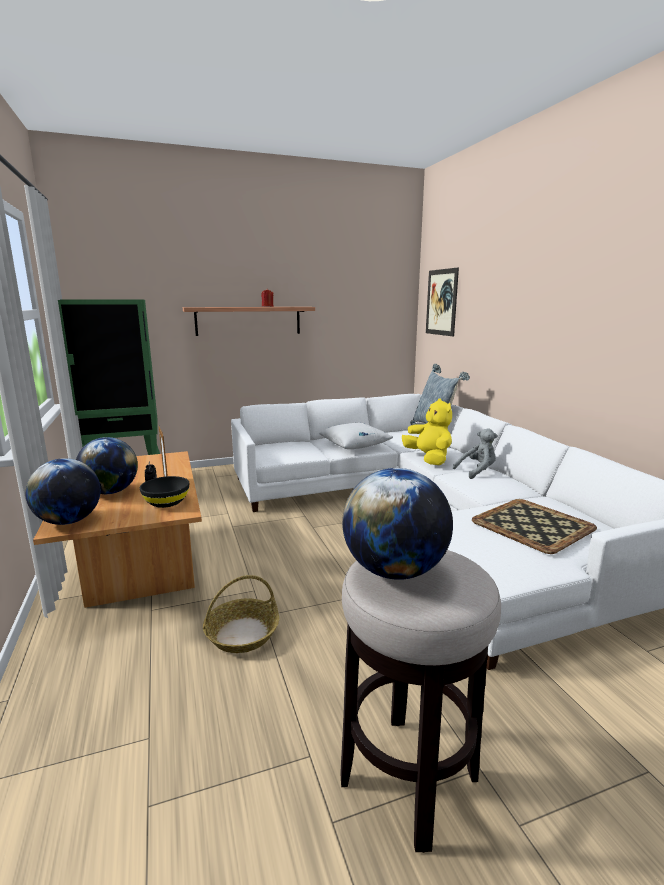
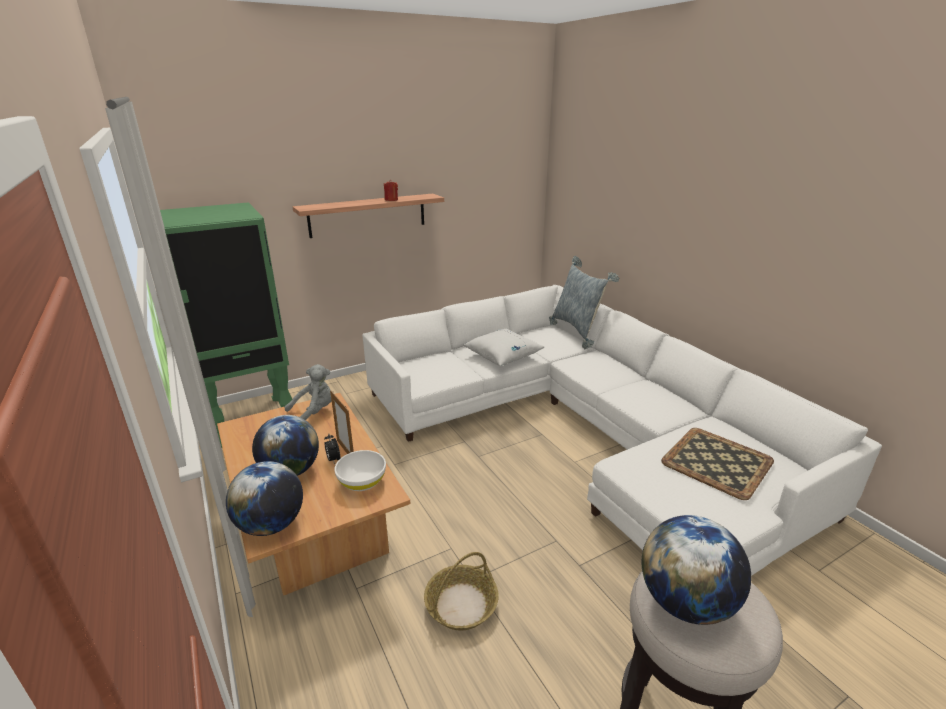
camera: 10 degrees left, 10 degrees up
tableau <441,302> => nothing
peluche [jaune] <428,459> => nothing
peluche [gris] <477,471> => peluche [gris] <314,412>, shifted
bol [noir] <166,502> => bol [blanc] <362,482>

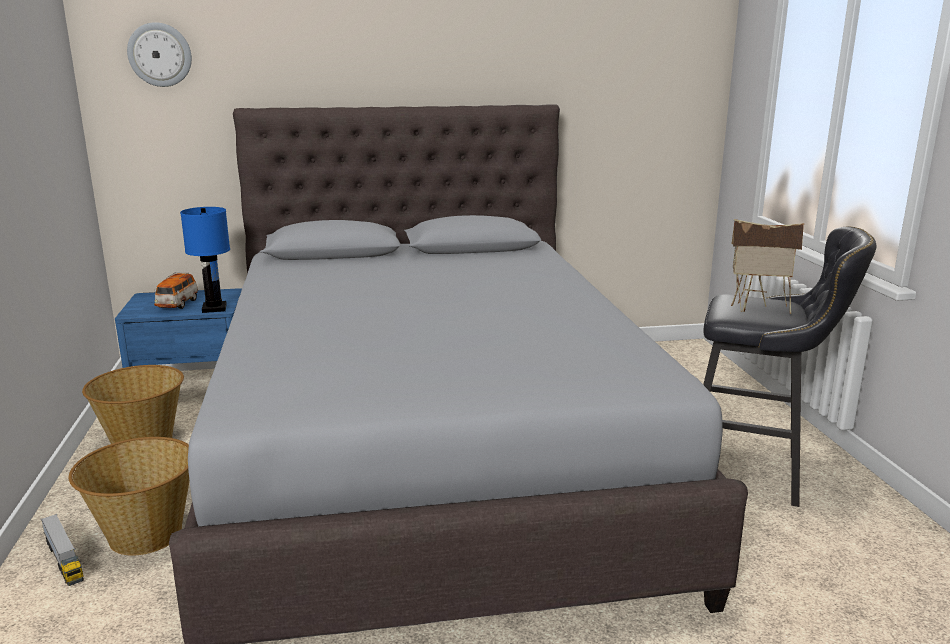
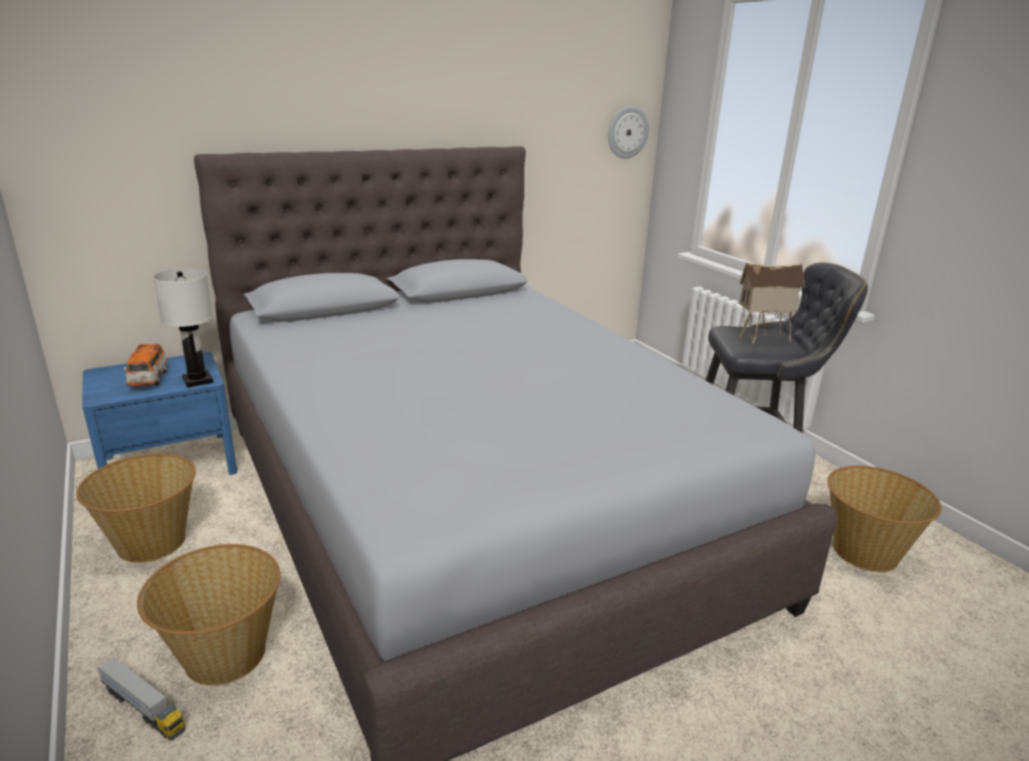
camera: 20 degrees left, 5 degrees up
horloge murale <160,55> => horloge murale <627,132>, shifted
lampe de table [bleu] <214,308> => lampe de table [blanc] <197,380>
nothing => panier <865,551>

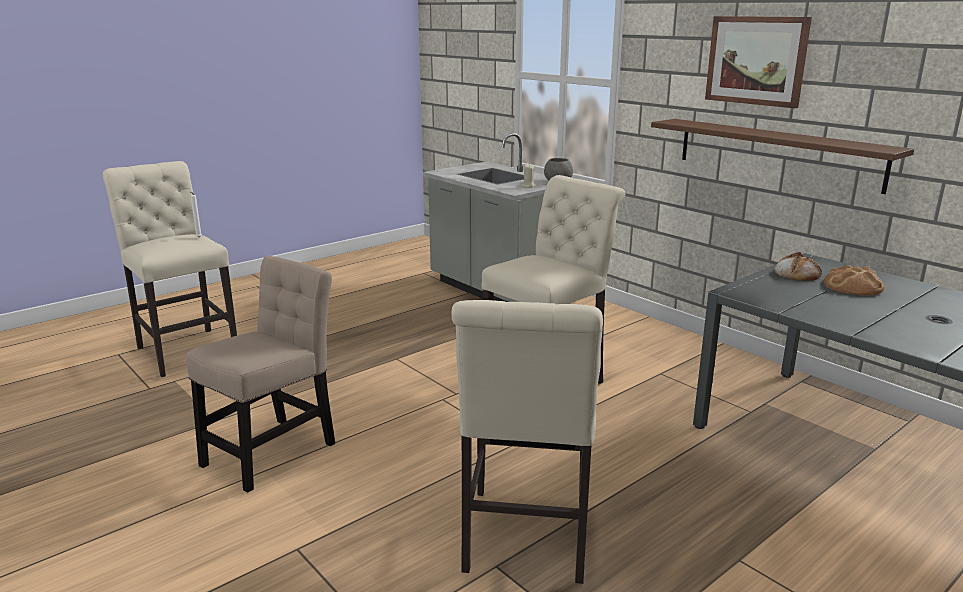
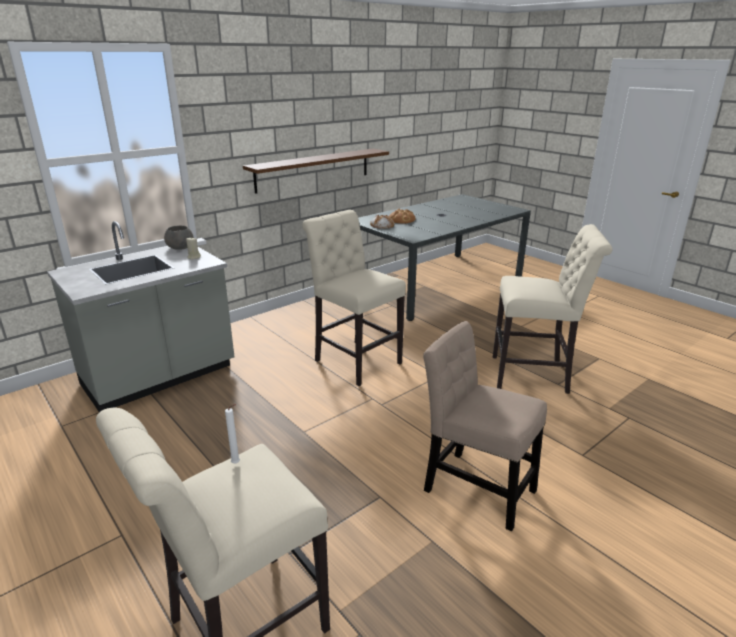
camera: 90 degrees left, 5 degrees up
tableau <756,60> => nothing

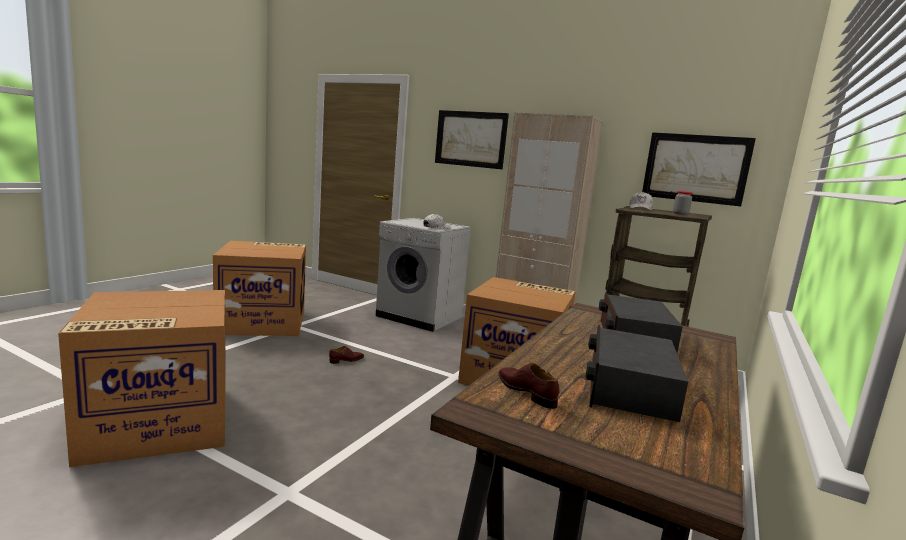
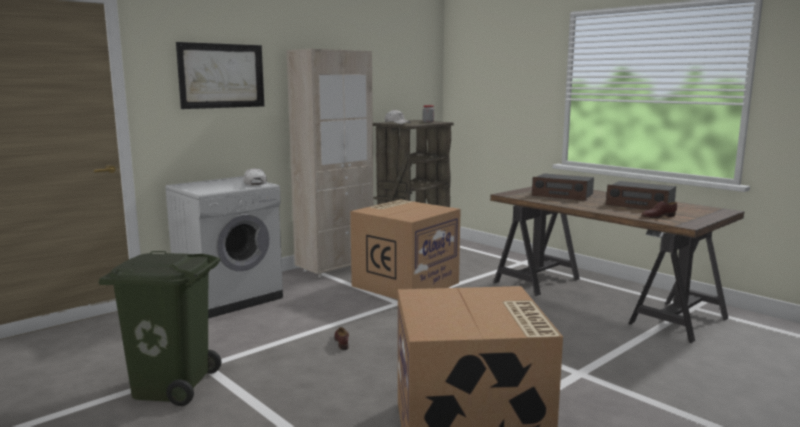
camera: 70 degrees left, 0 degrees up
tableau <695,168> => nothing
carton <264,322> => poubelle [vert] <172,385>

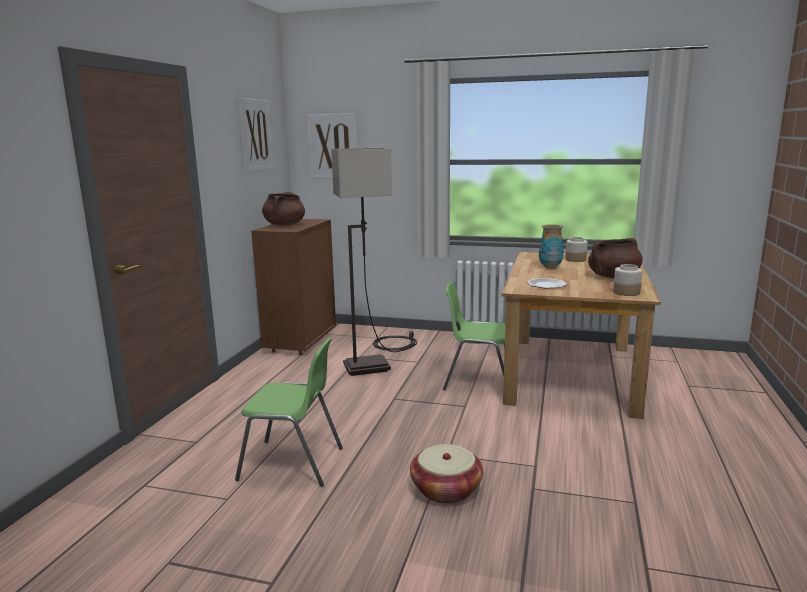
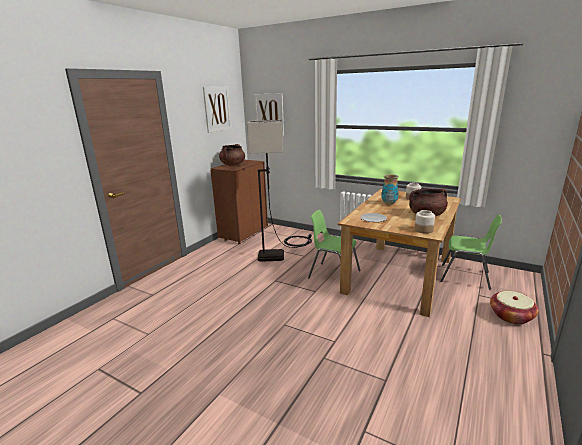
camera: 15 degrees right, 5 degrees up
chaise [vert] <293,464> => chaise [vert] <465,277>, shifted
panier <446,490> => panier <511,316>, shifted

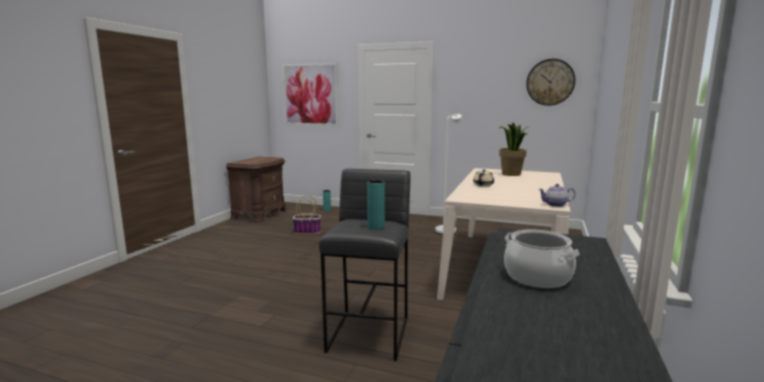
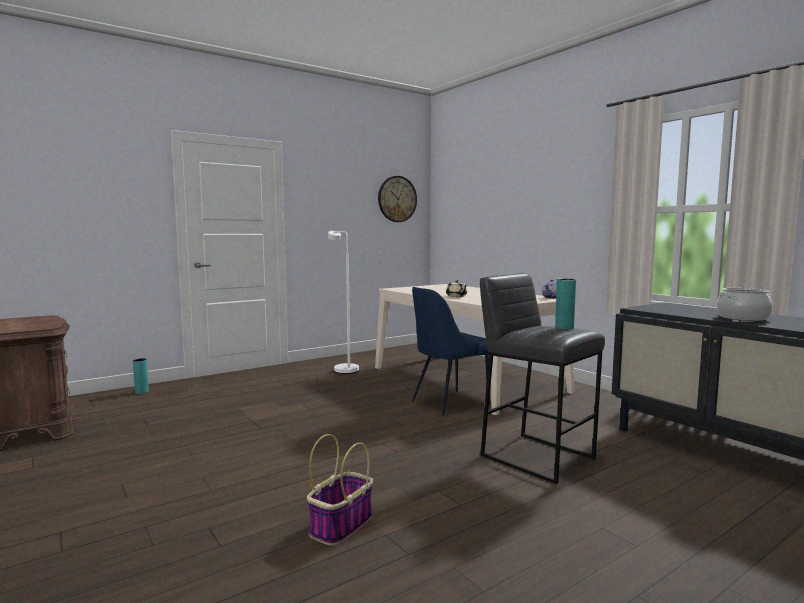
camera: 55 degrees left, 5 degrees down
tableau <310,95> => nothing
plante en pot <511,174> => nothing
panier <308,231> => panier <341,525>, shifted
nothing => chaise [bleu] <450,403>

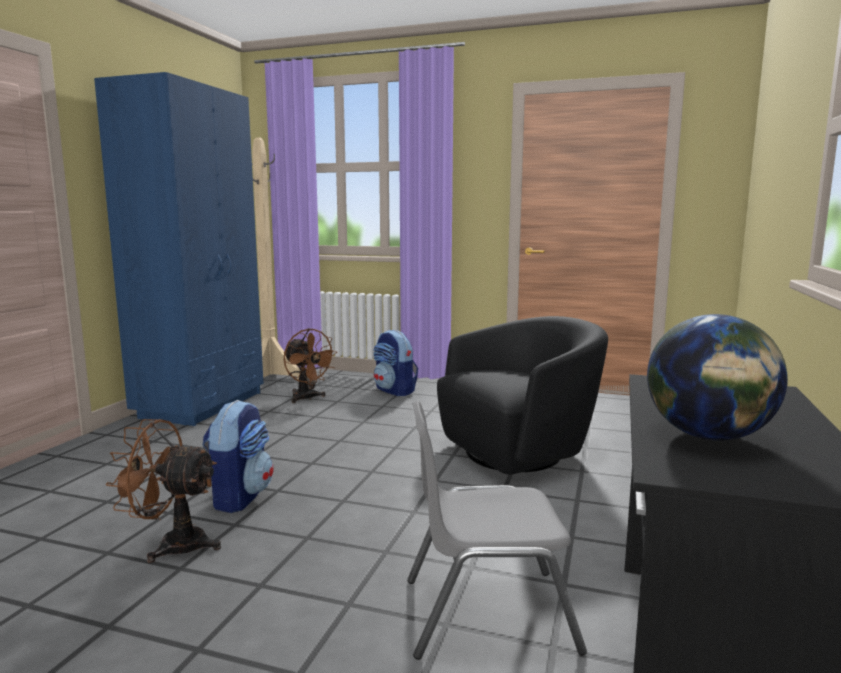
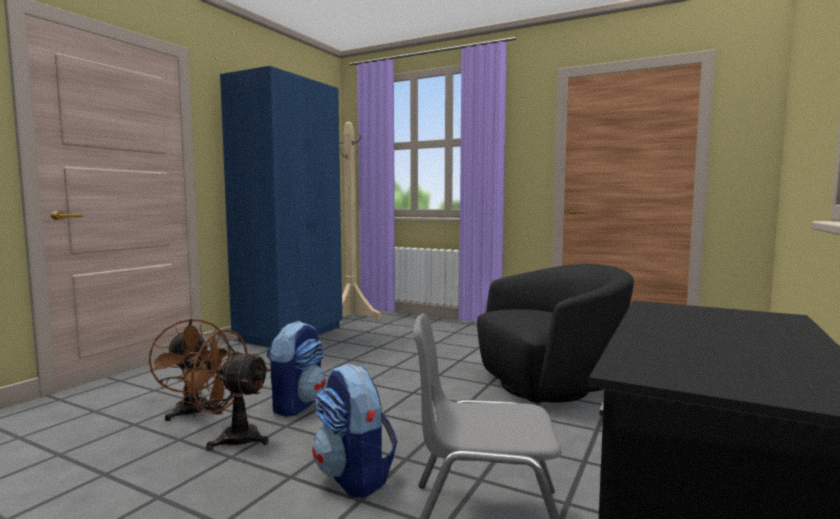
camera: 10 degrees right, 5 degrees down
globe <709,436> => nothing
ventilateur [marron] <307,398> => ventilateur [marron] <193,413>, shifted
sac à dos <395,391> => sac à dos <354,477>, shifted

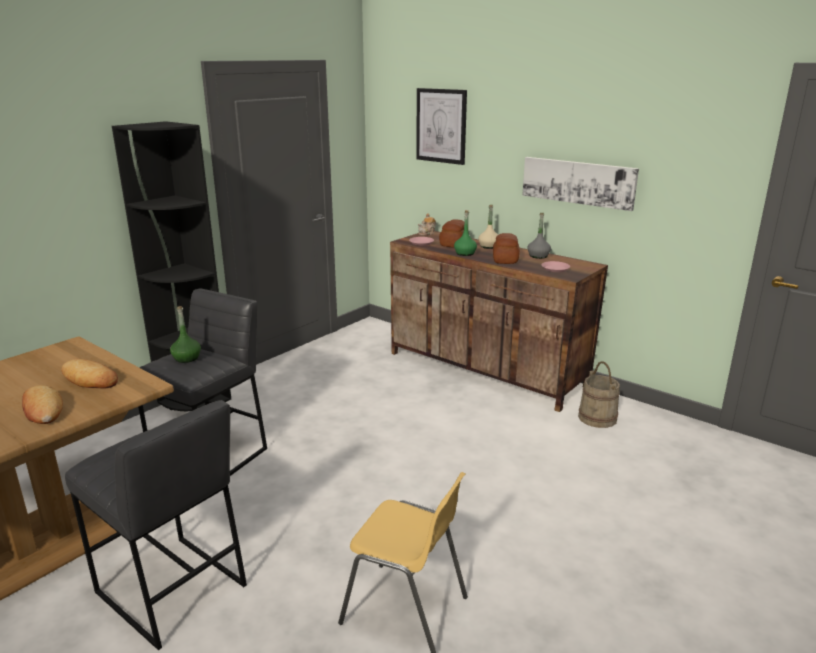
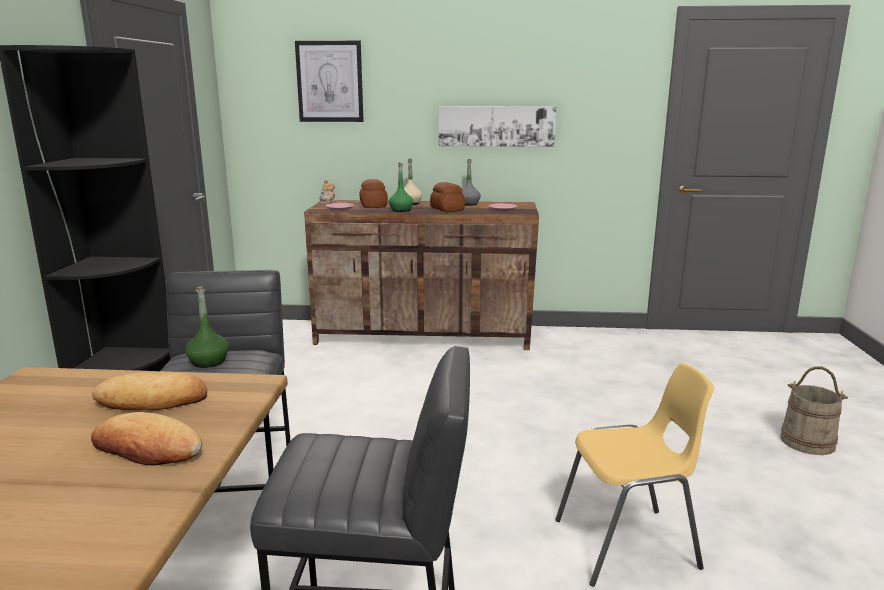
camera: 35 degrees left, 5 degrees down
seau [beige] <597,418> => seau [beige] <807,441>, shifted

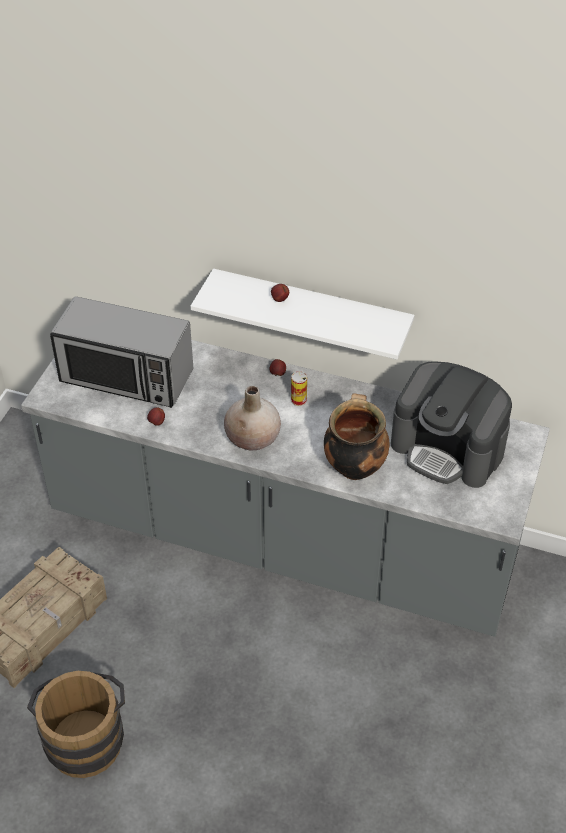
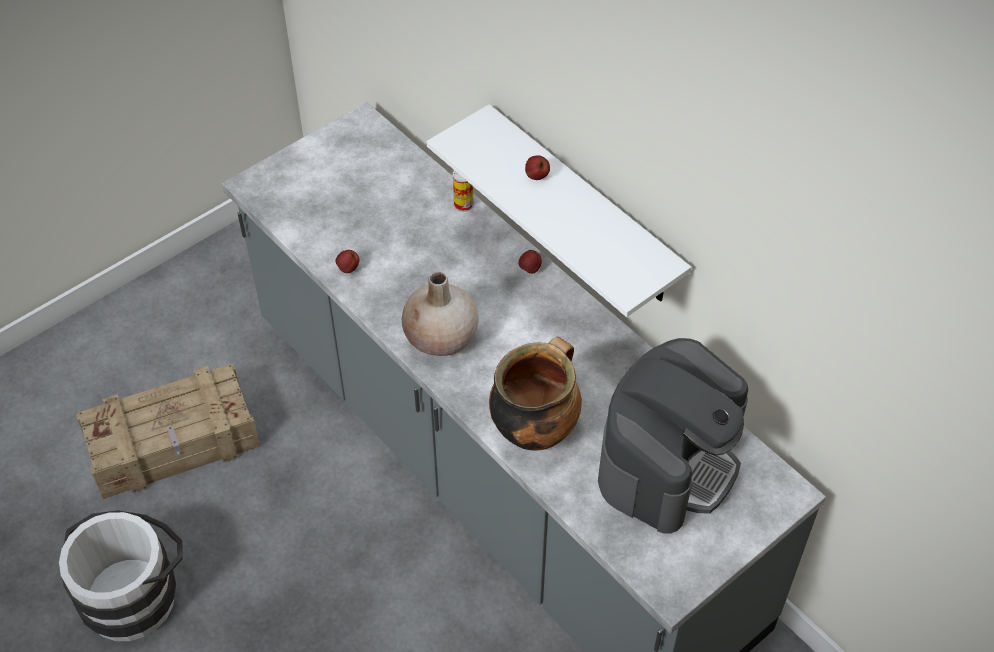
camera: 30 degrees right, 5 degrees up
micro-ondes <126,376> => nothing
machine à café <448,448> => machine à café <669,461>, 120 degrees counterclockwise
boîte métallique <299,400> => boîte métallique <463,204>, shifted
seau [marron] <85,736> => seau [blanc] <135,592>

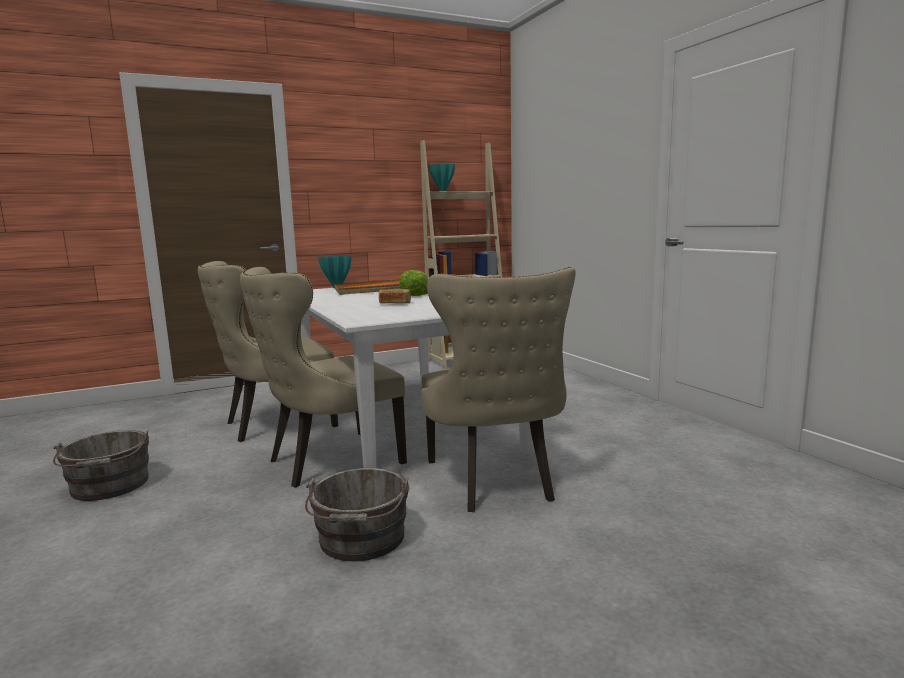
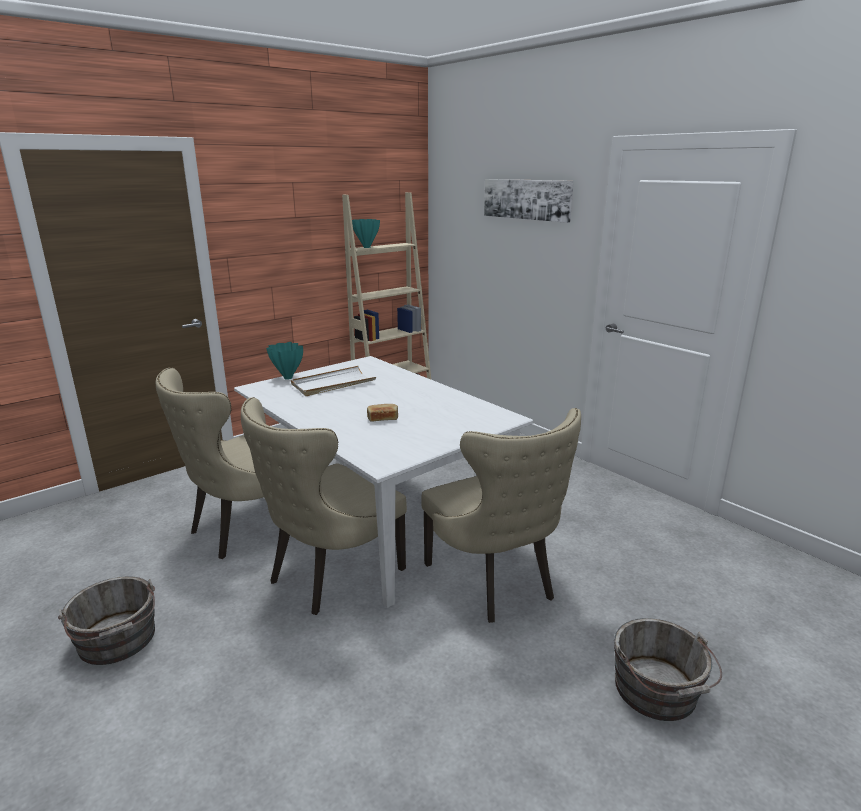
camera: 15 degrees left, 10 degrees up
laitue <413,295> => nothing
plateau [orange] <373,290> => plateau [blanc] <333,384>
seau [gris] <361,540> => seau [gris] <658,692>, shifted
nothing => tableau <527,199>

